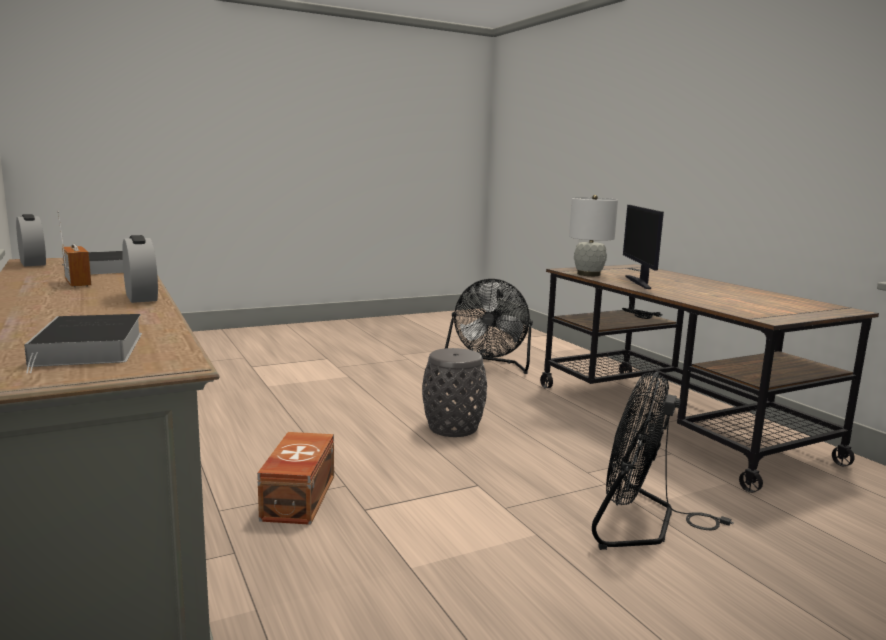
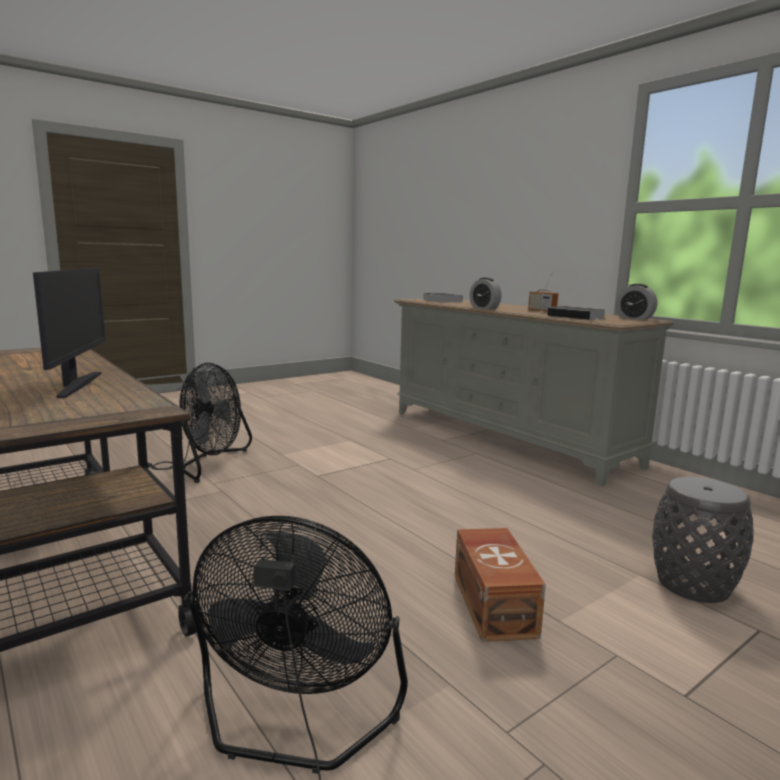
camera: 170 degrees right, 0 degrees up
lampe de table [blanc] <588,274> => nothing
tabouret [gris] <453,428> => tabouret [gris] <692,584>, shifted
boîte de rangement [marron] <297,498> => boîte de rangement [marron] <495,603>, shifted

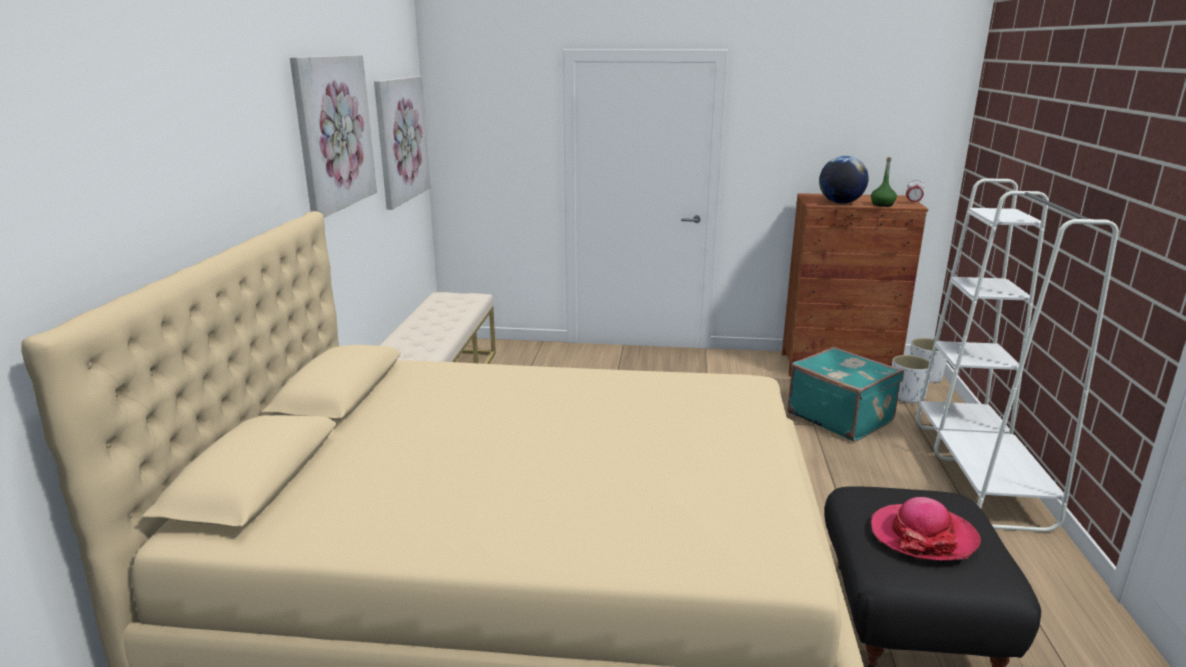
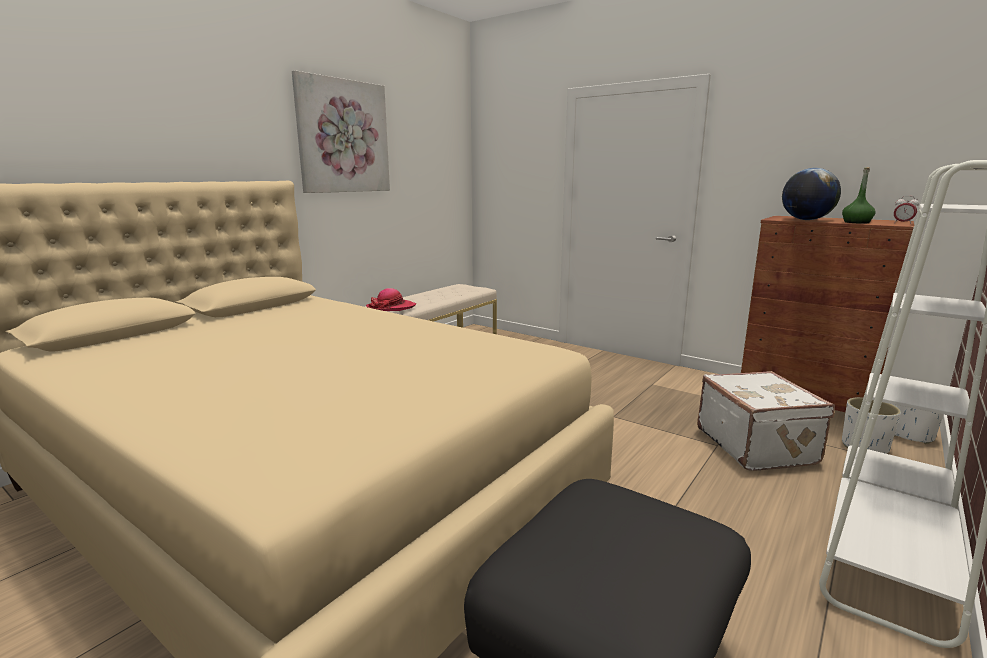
camera: 30 degrees right, 5 degrees down
tableau <401,139> => nothing
valise [turquoise] <840,417> => valise [blanc] <757,446>
chapeau <923,535> => chapeau <391,307>, shifted

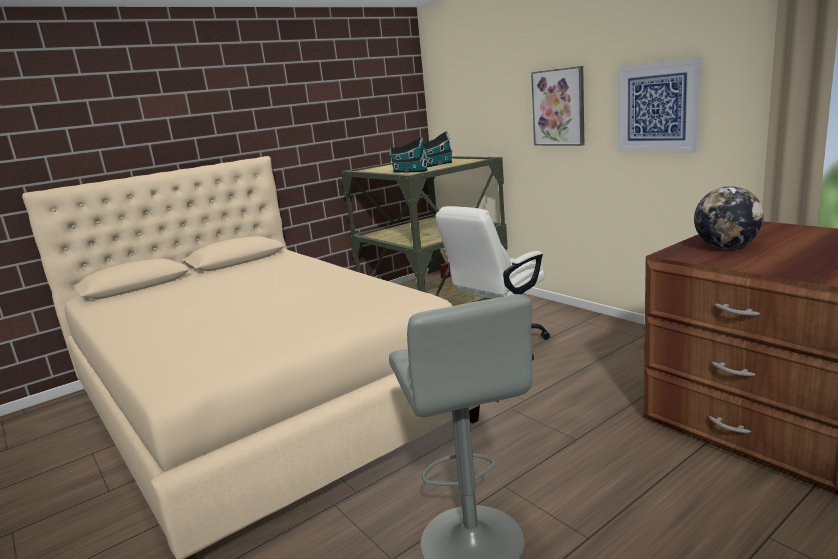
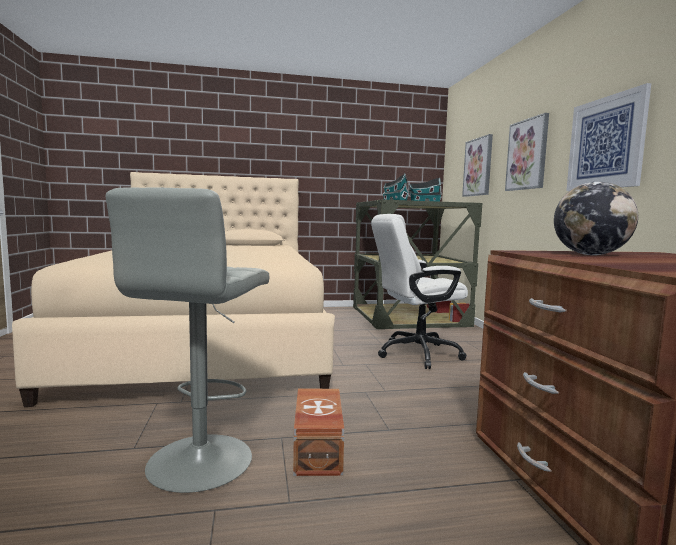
camera: 25 degrees right, 10 degrees down
nothing => tableau <478,167>
nothing => boîte de rangement [marron] <316,449>

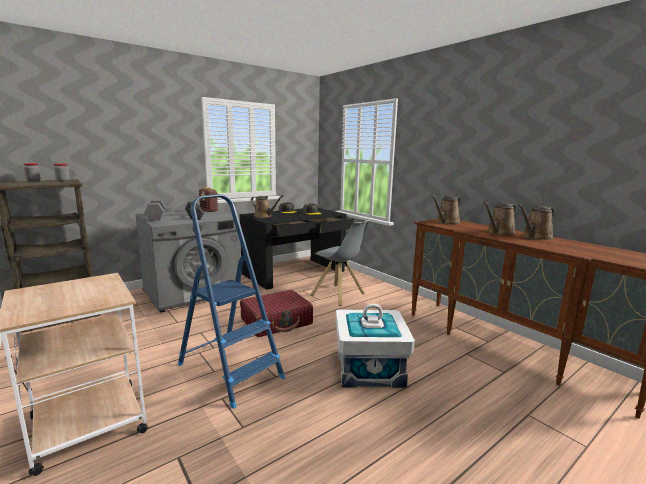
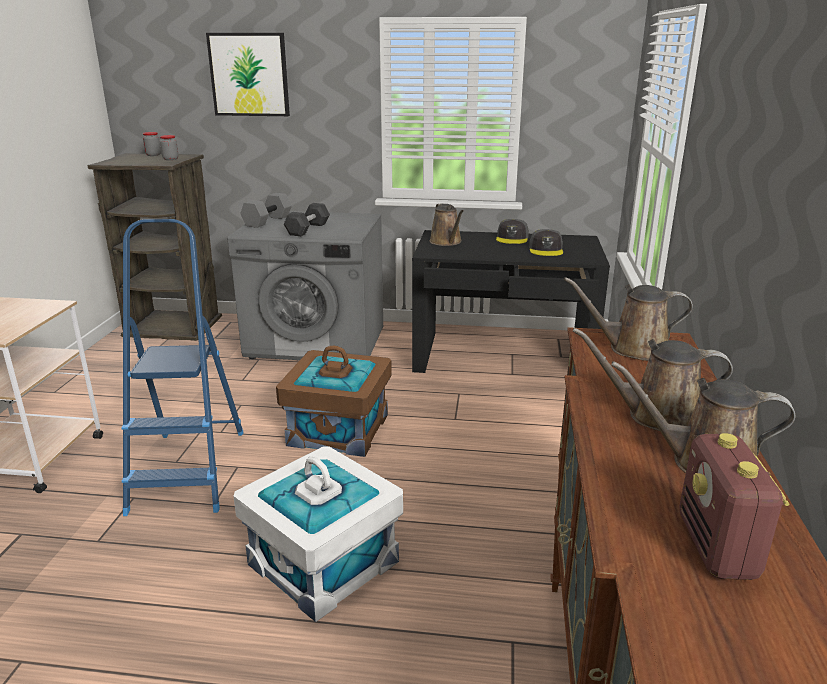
camera: 45 degrees right, 10 degrees up
radio <209,210> => radio <717,548>, shifted
chaise [gris] <339,295> => nothing
valise [rouge] <276,321> => boîte de rangement [marron] <339,429>
nothing => tableau <249,75>

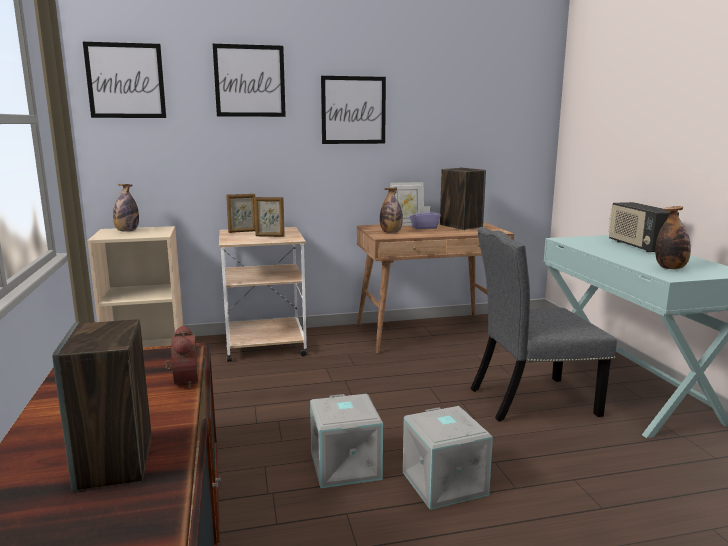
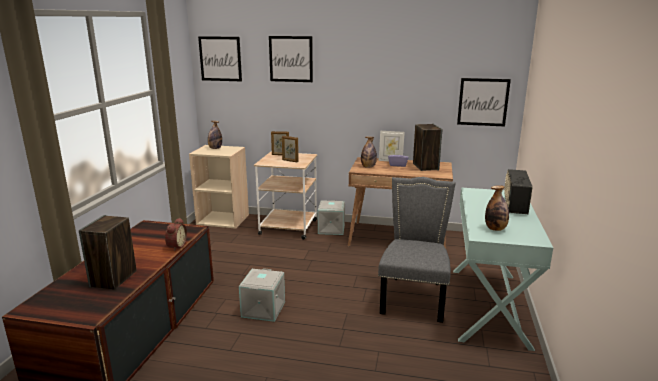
camera: 25 degrees right, 5 degrees up
tableau <353,110> => tableau <483,102>, shifted
chaise [gris] <534,400> => chaise [gris] <413,299>, 90 degrees clockwise
boîte de rangement [gris] <442,483> => boîte de rangement [gris] <330,229>, shifted

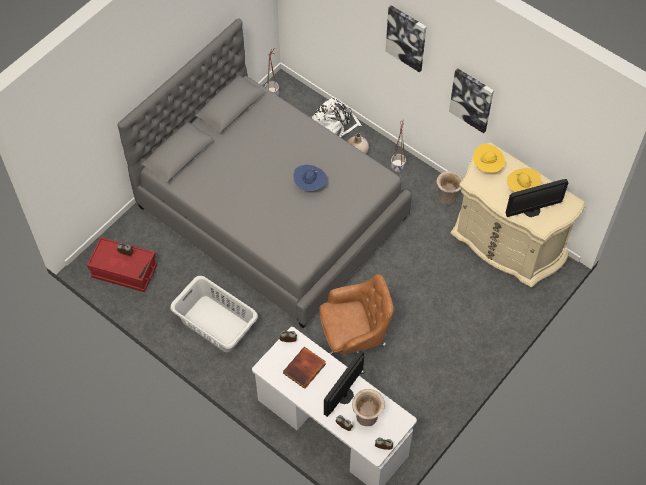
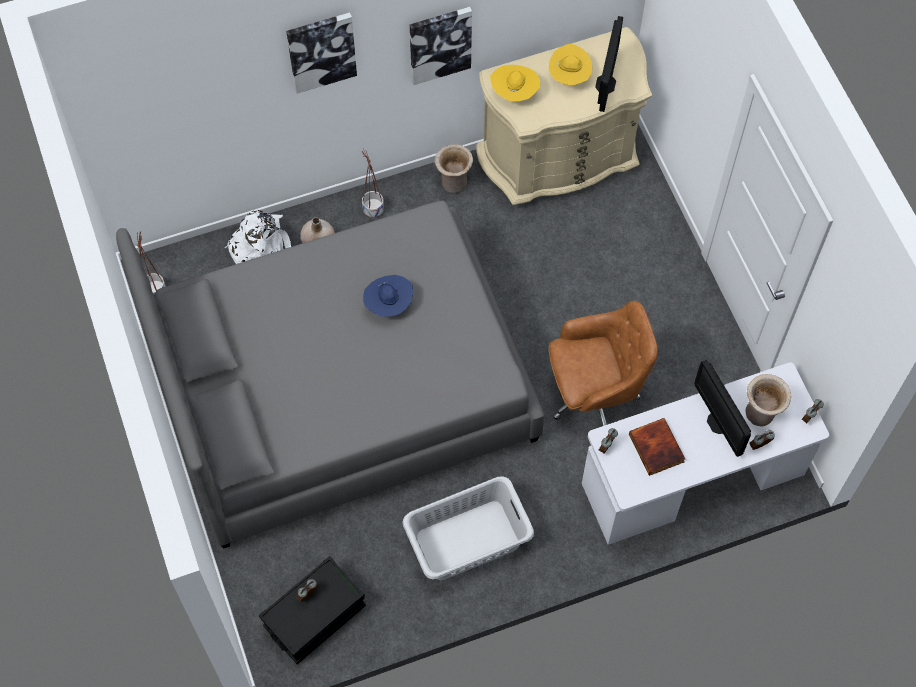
camera: 60 degrees left, 5 degrees up
boîte de rangement [rouge] <124,271> => boîte de rangement [noir] <314,616>
chaise de bureau [marron] <353,344> => chaise de bureau [marron] <593,396>, 60 degrees clockwise

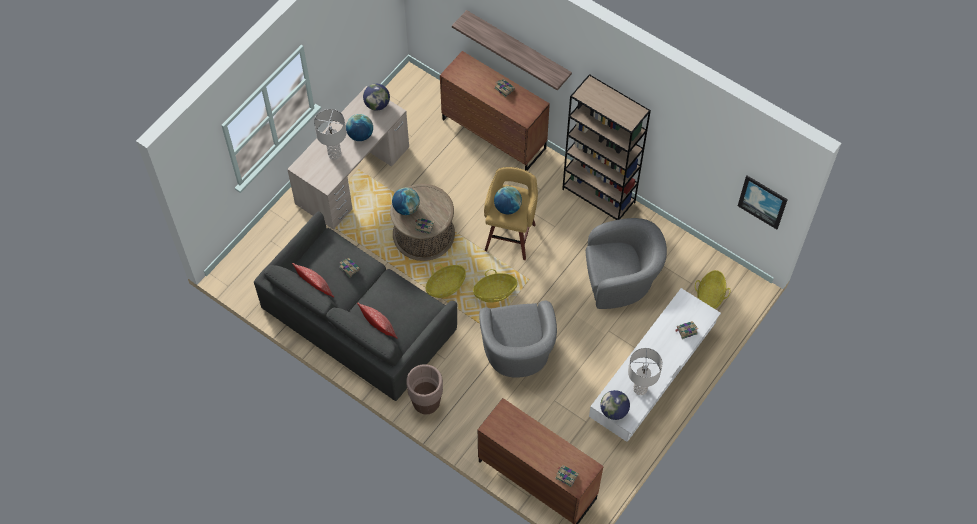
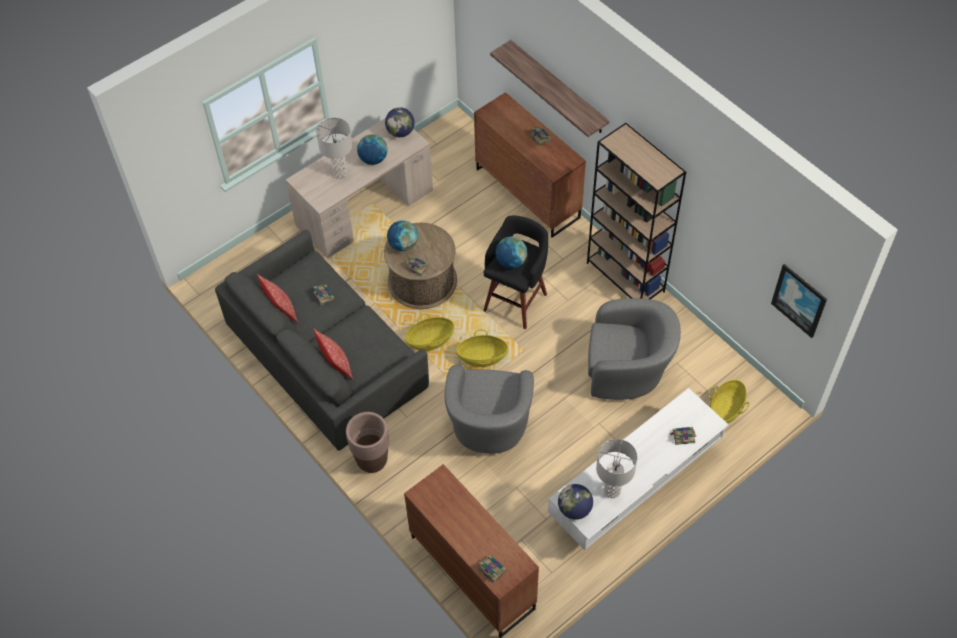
camera: 15 degrees right, 5 degrees down
tabouret [jaune] <510,236> => tabouret [noir] <516,301>

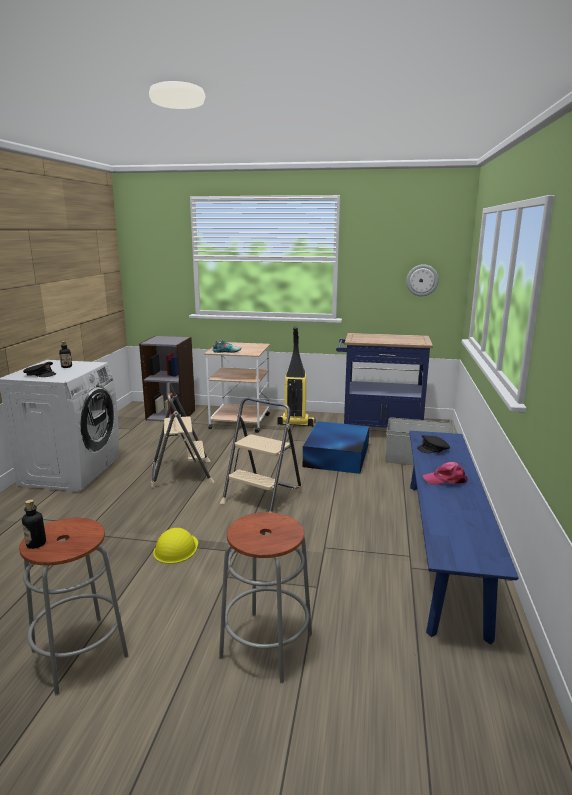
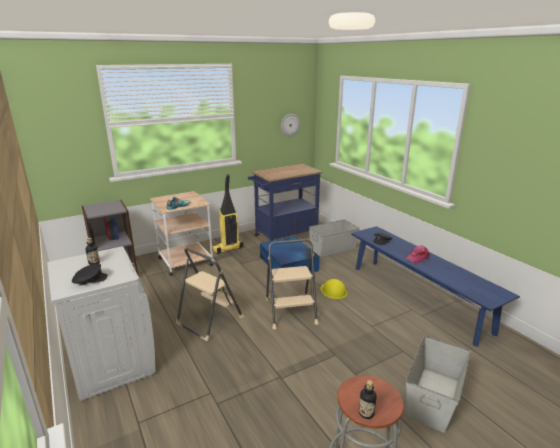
camera: 40 degrees left, 5 degrees up
tabouret [gris] <266,645> => boîte de rangement [gris] <432,397>
casque de chantier [jaune] <176,548> => casque de chantier [jaune] <333,291>, shifted

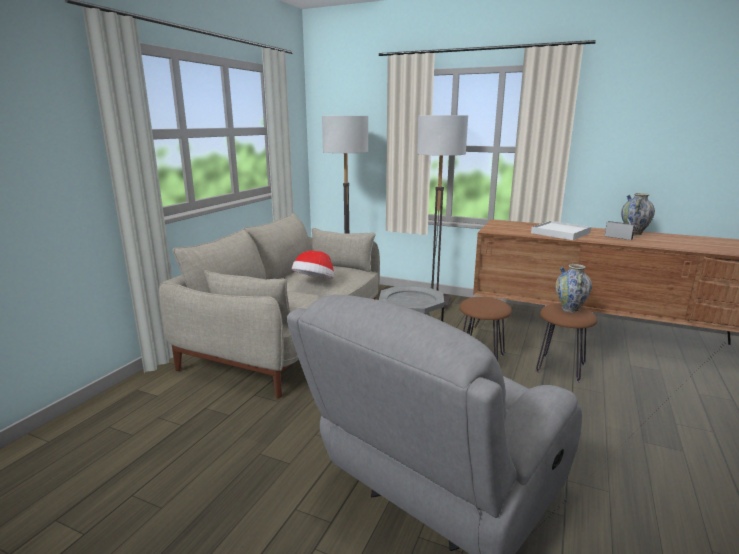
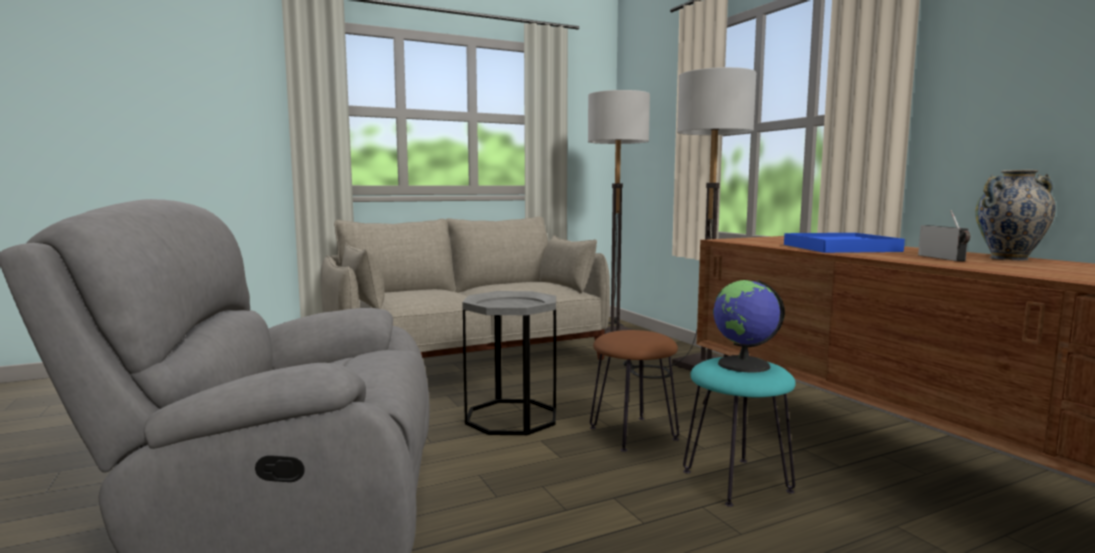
camera: 40 degrees right, 10 degrees down
plateau [blanc] <560,233> => plateau [bleu] <839,248>
chapeau <314,282> => nothing
vase <570,309> => globe <744,365>
tabouret [marron] <560,368> => tabouret [turquoise] <736,481>

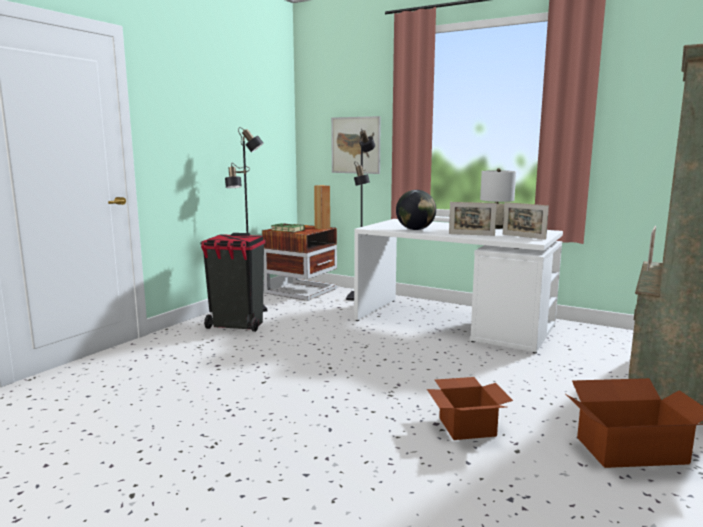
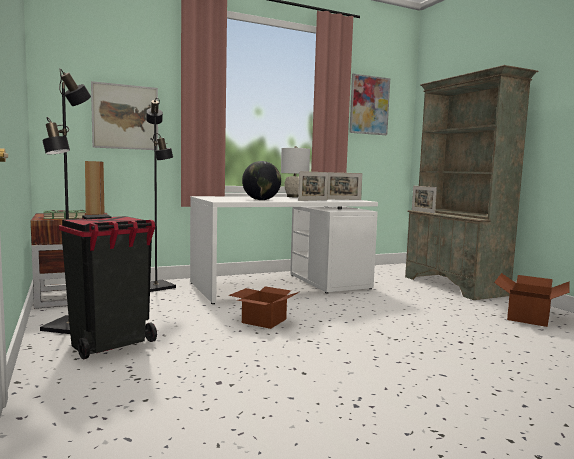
camera: 55 degrees left, 5 degrees down
carton <467,426> => carton <263,320>, shifted
nothing => tableau <369,105>

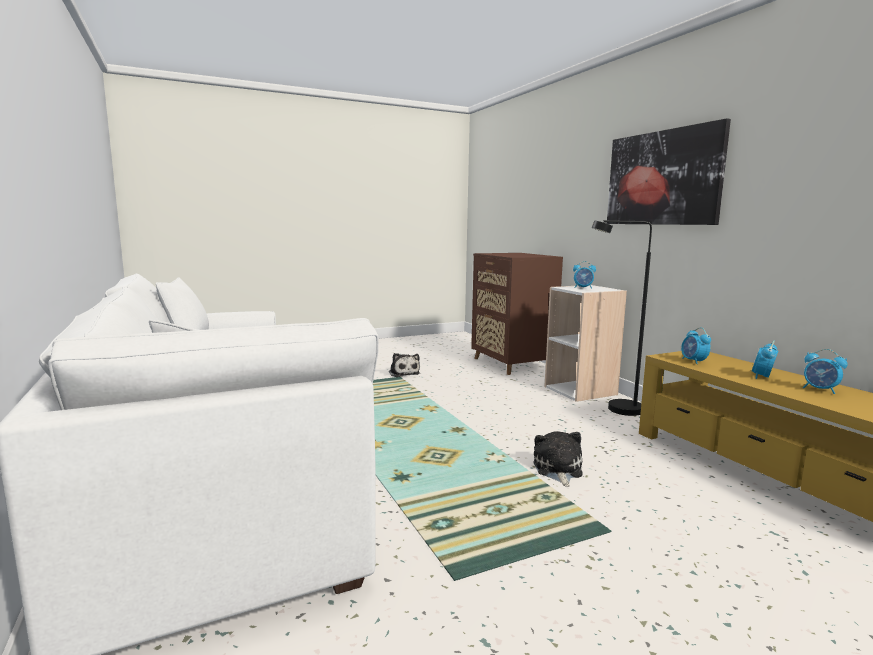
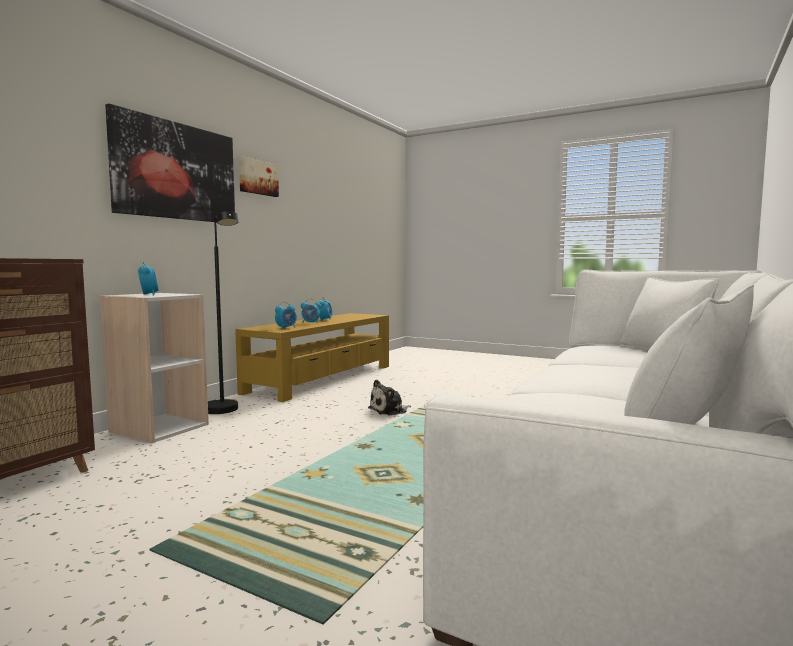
camera: 125 degrees left, 5 degrees down
peluche <403,373> => nothing
nothing => tableau <257,177>

